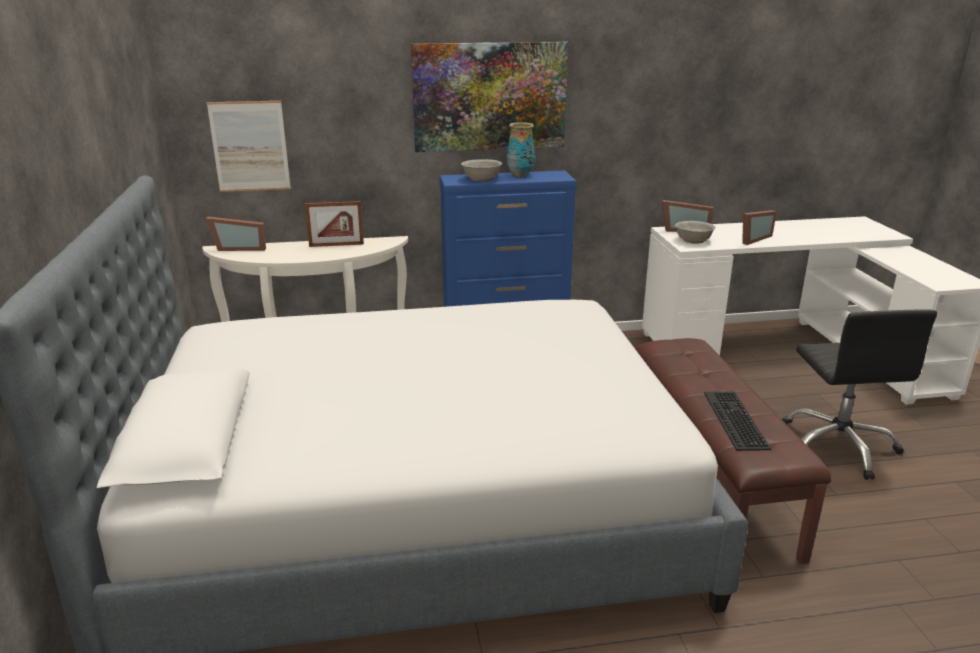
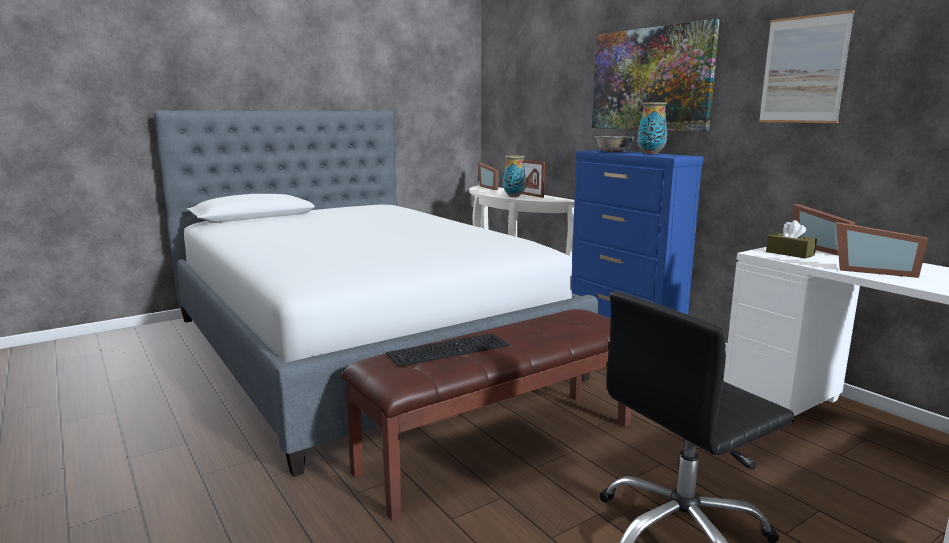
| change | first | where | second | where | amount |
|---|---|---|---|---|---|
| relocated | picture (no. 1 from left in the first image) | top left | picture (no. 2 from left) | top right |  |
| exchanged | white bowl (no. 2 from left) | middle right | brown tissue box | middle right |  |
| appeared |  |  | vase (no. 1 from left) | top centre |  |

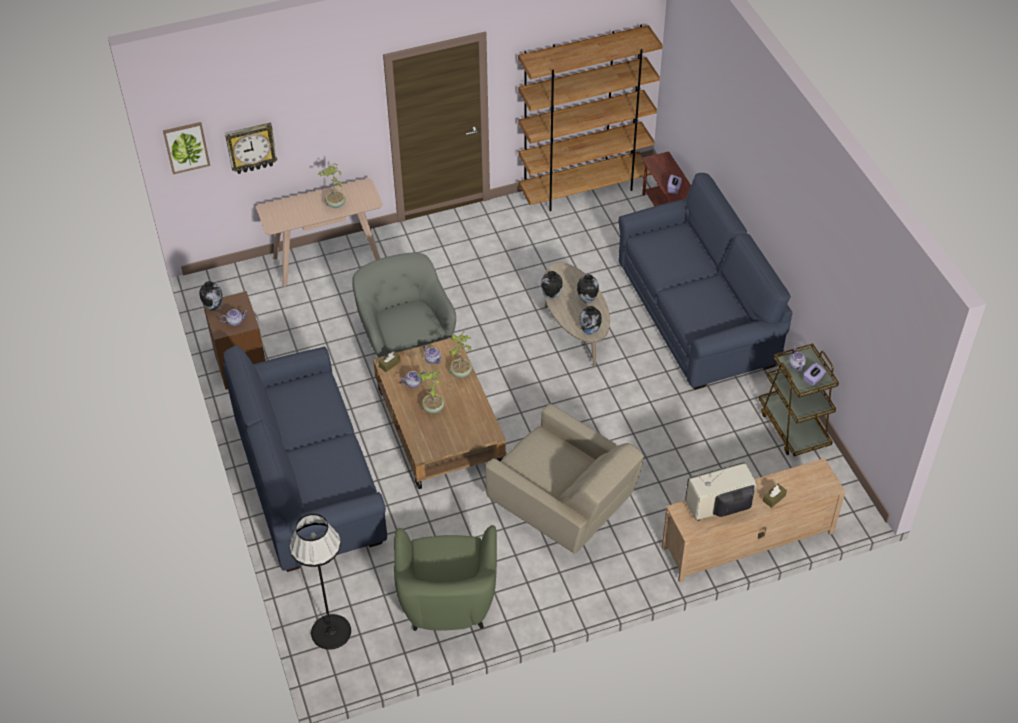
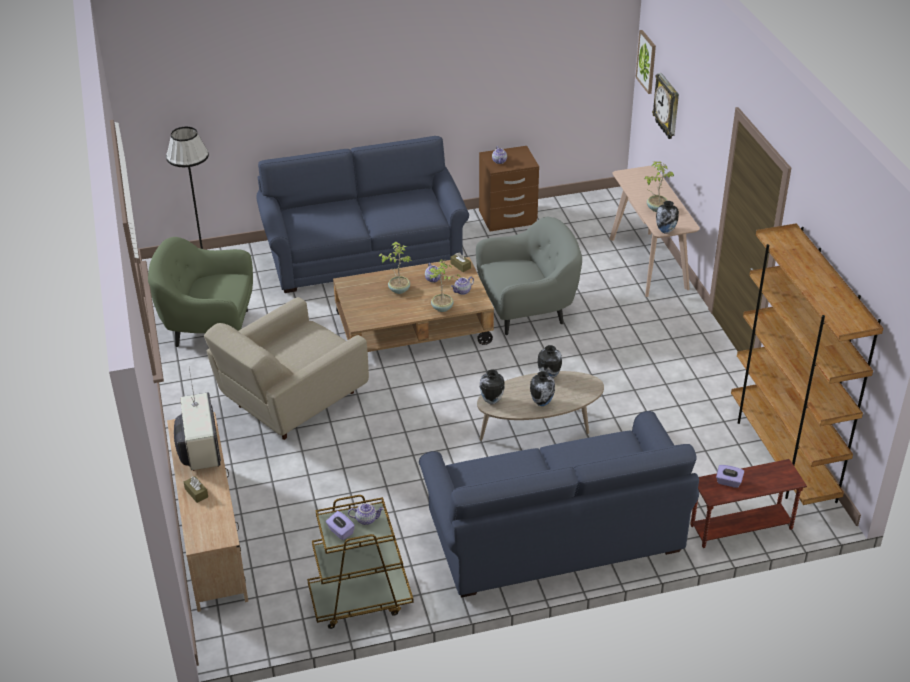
| change | first | where | second | where | amount |
|---|---|---|---|---|---|
| relocated | vase (no. 1 from left in the first image) | middle left | vase (no. 4 from left) | top right |  |

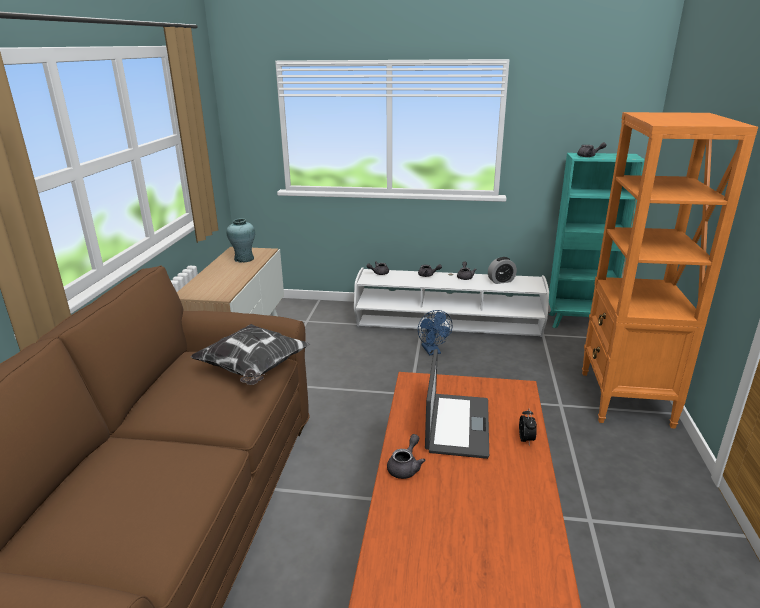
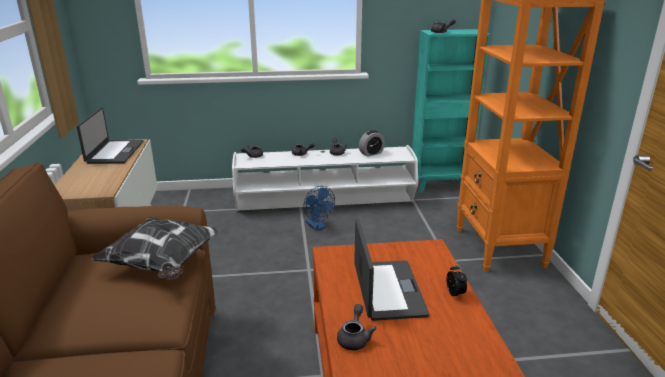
| change | first | where | second | where | amount |
|---|---|---|---|---|---|
| exchanged | turquoise vase | middle left | laptop (no. 1 from left) | middle left |  |

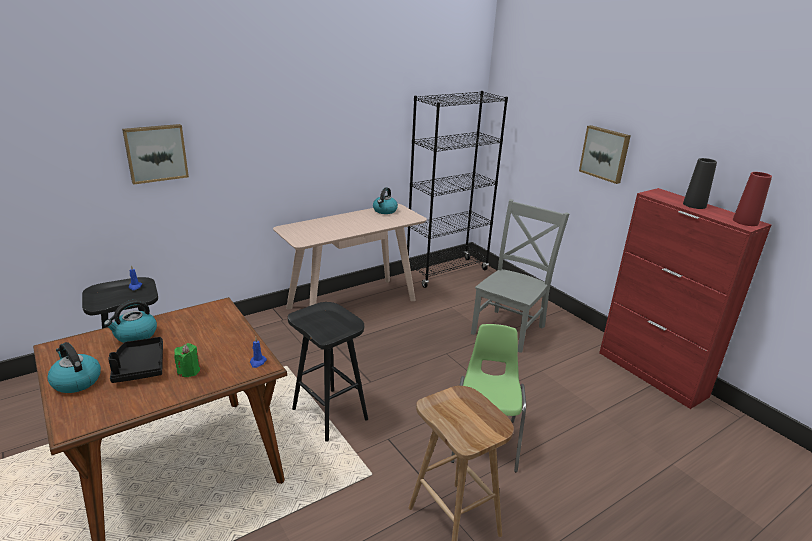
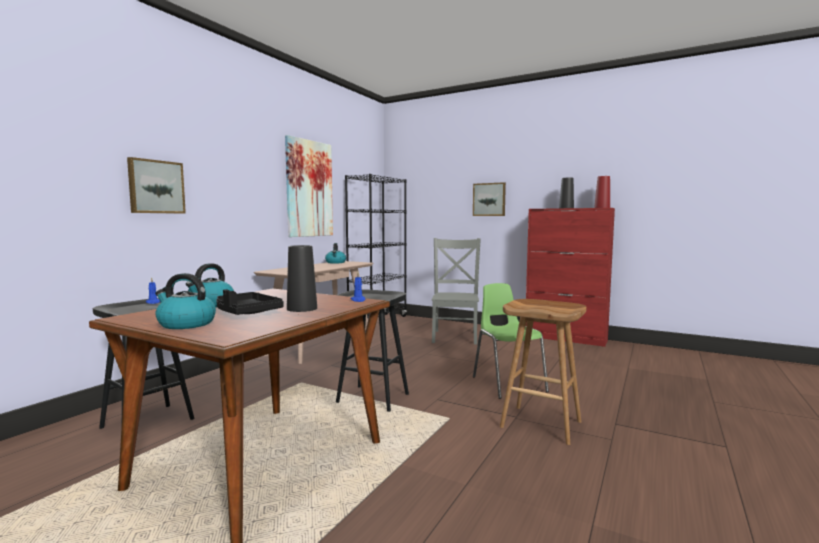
| change | first | where | second | where | amount |
|---|---|---|---|---|---|
| exchanged | green candle | middle left | black vase (no. 1 from left) | centre |  |
| appeared |  |  | picture (no. 2 from left) | centre |  |

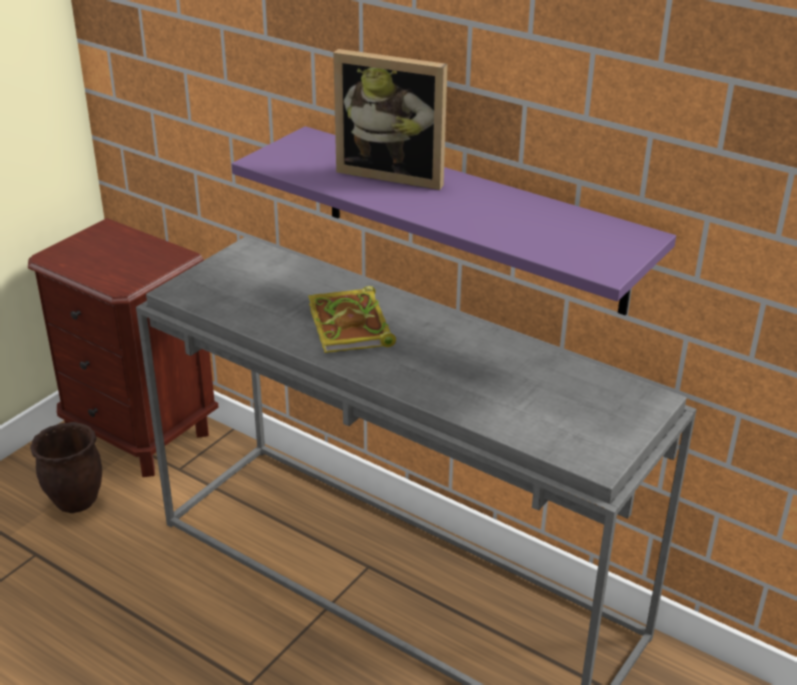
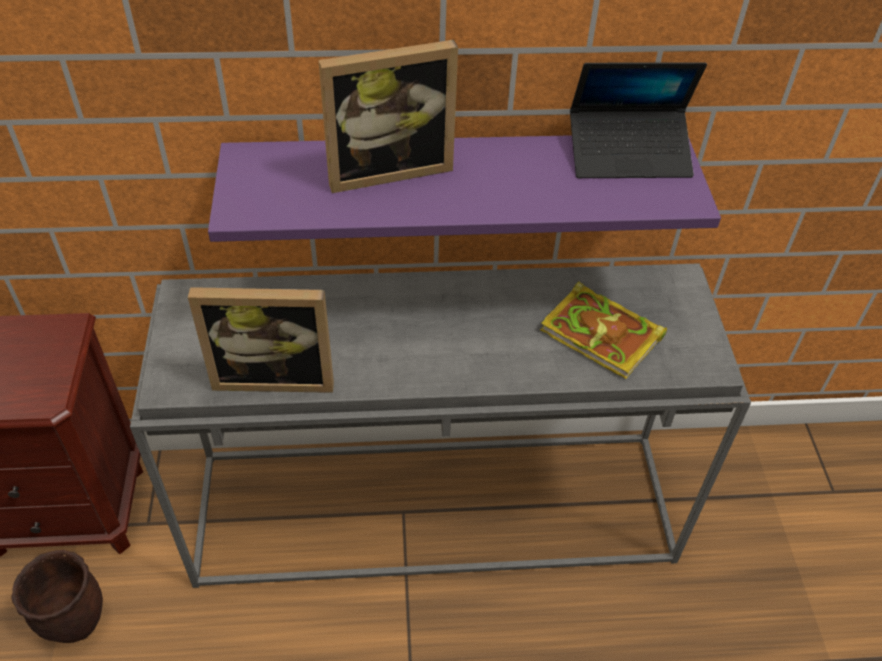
| change | first | where | second | where | amount |
|---|---|---|---|---|---|
| relocated | book | centre |  | middle right |  |
| appeared |  |  | picture frame (no. 1 from left) | middle left |  |
| appeared |  |  | laptop | top right |  |

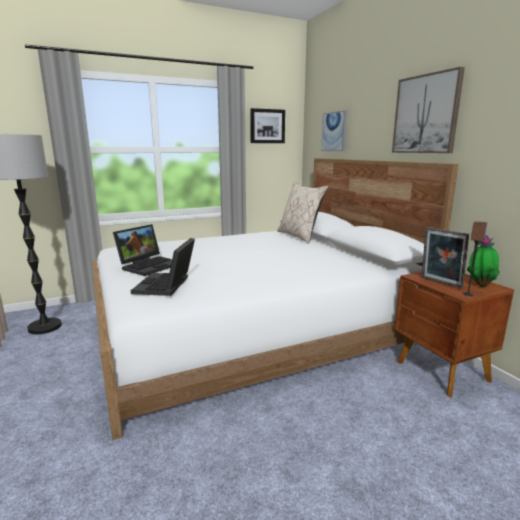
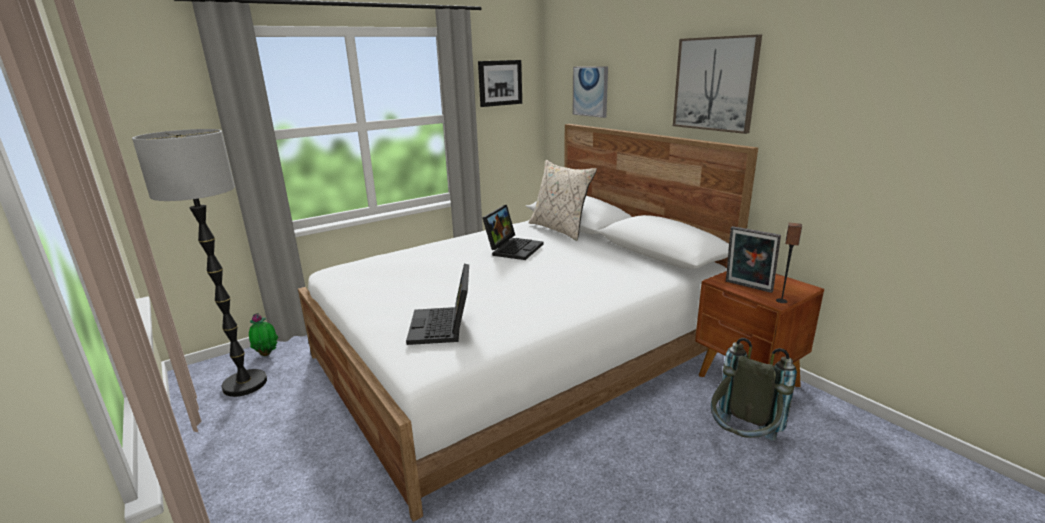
| change | first | where | second | where | amount |
|---|---|---|---|---|---|
| relocated | laptop (no. 1 from left in the first image) | middle left | laptop (no. 2 from left) | centre |  |
| relocated | potted plant | middle right |  | middle left |  |
| appeared |  |  | grey backpack | bottom right |  |

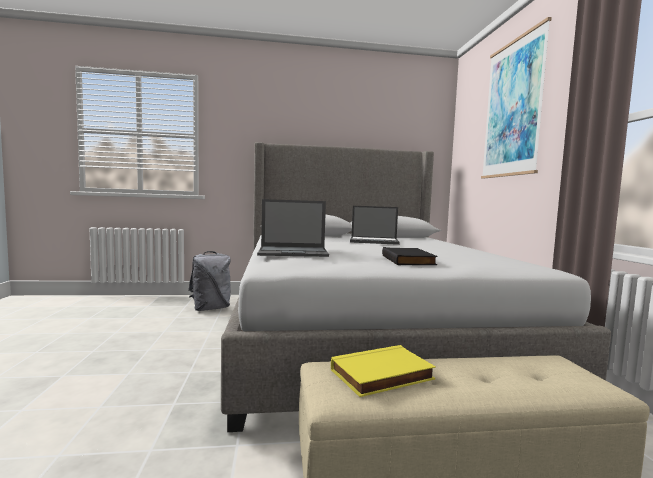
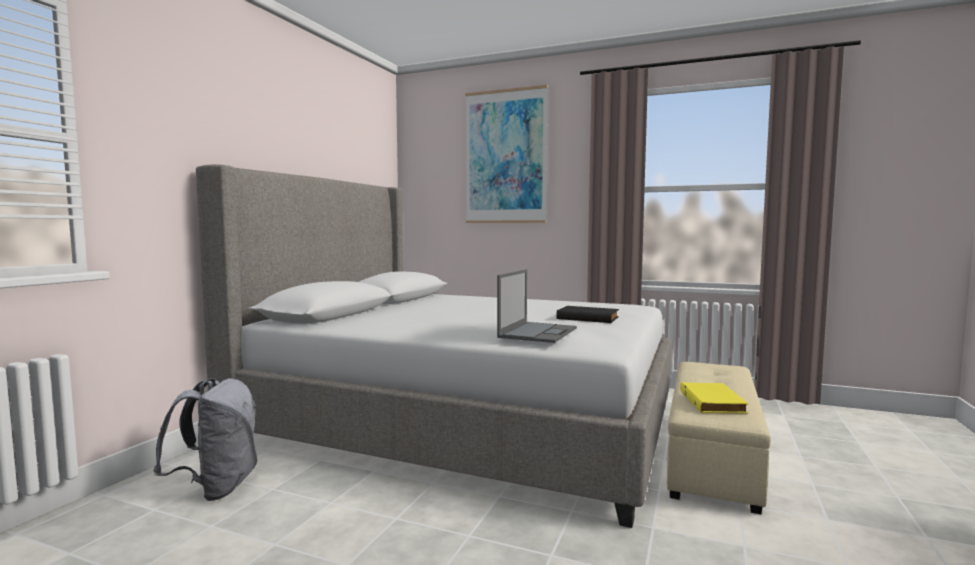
| change | first | where | second | where | amount |
|---|---|---|---|---|---|
| missing | laptop (no. 2 from left) | centre |  |  |  |

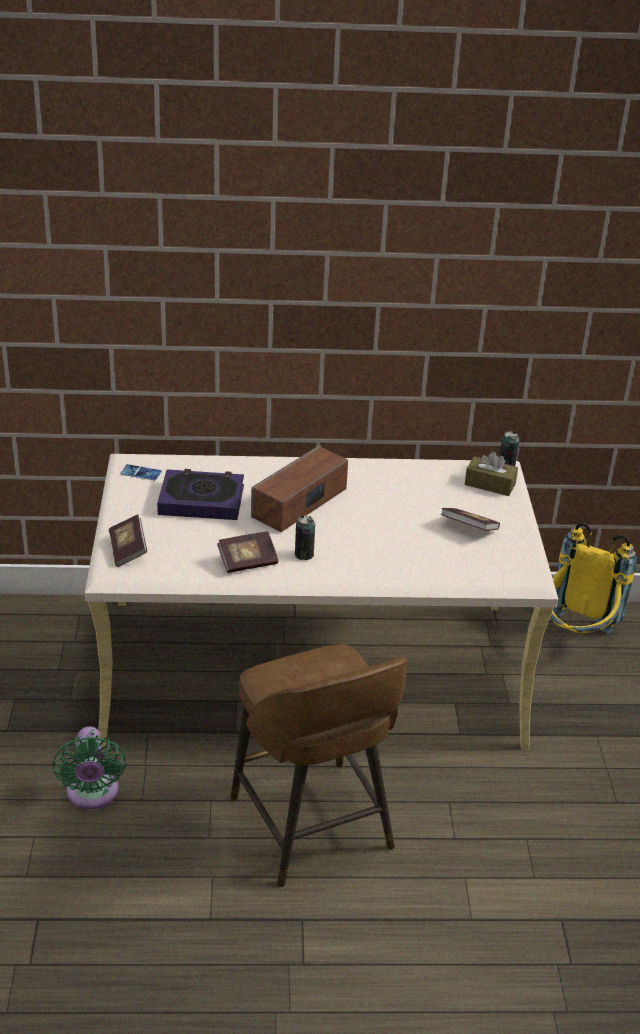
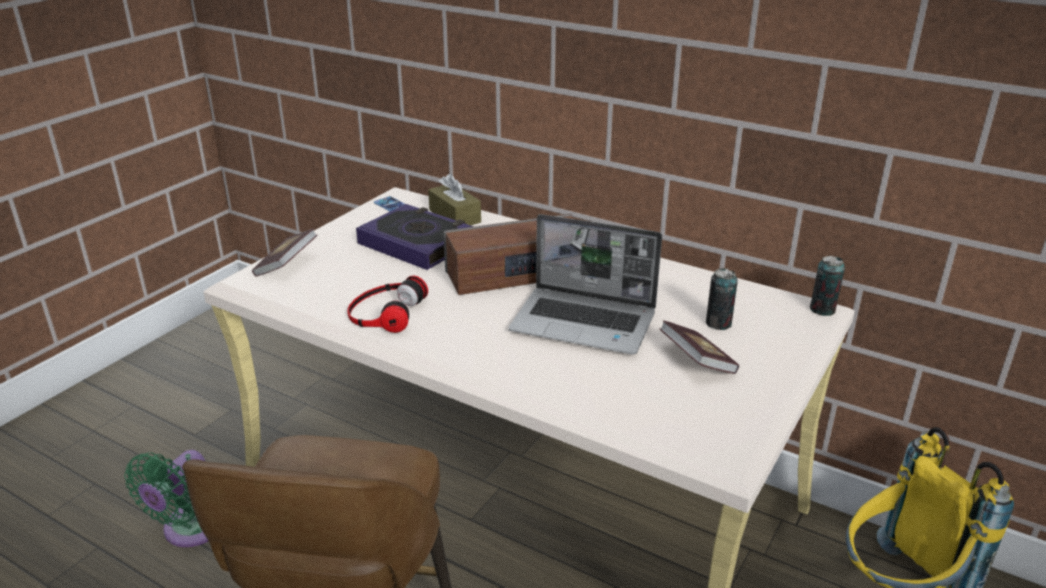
| change | first | where | second | where | amount |
|---|---|---|---|---|---|
| exchanged | book (no. 3 from left) | centre | headphones | centre |  |
| relocated | can (no. 1 from left) | centre |  | middle right |  |
| relocated | brown tissue box | middle right |  | centre |  |
| appeared |  |  | laptop | centre |  |

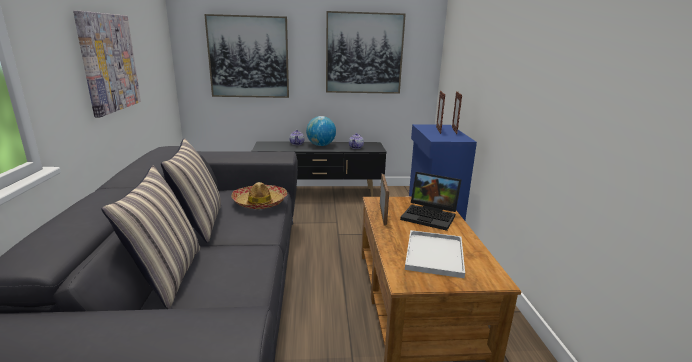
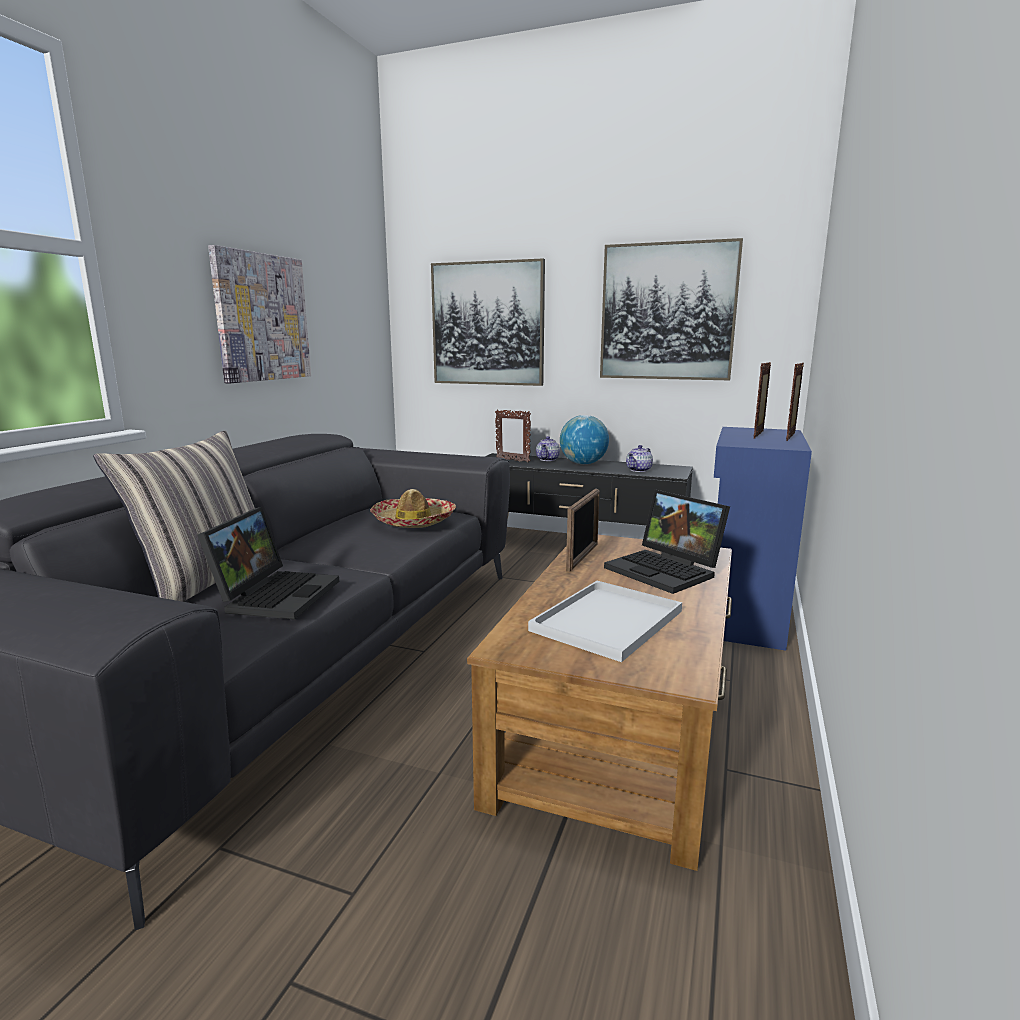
| change | first | where | second | where | amount |
|---|---|---|---|---|---|
| missing | pillow (no. 2 from left) | middle left |  |  |  |
| appeared |  |  | laptop (no. 1 from left) | middle left |  |
| appeared |  |  | picture frame (no. 1 from left) | centre |  |

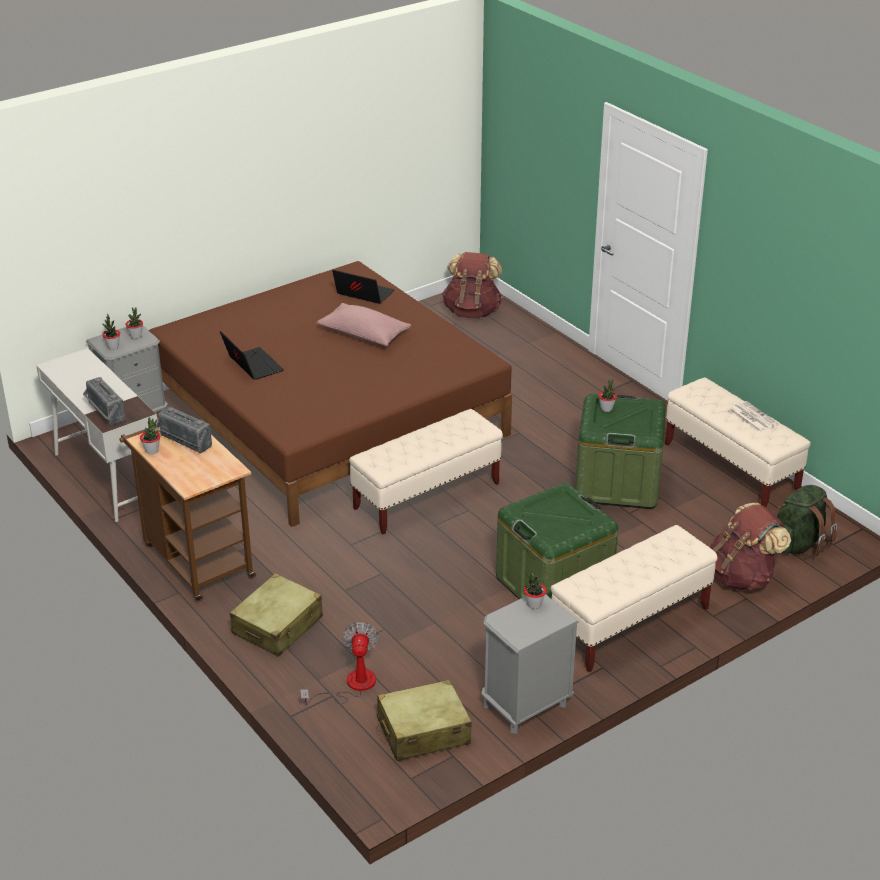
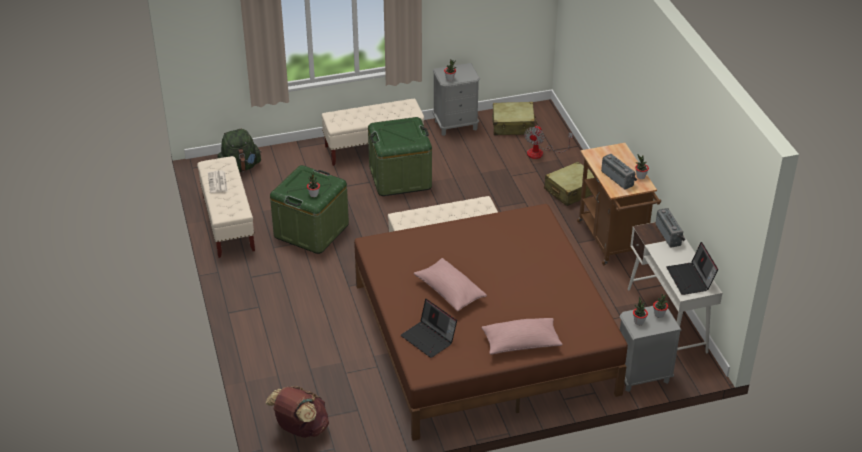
| change | first | where | second | where | amount |
|---|---|---|---|---|---|
| relocated | laptop (no. 1 from left in the first image) | middle left | laptop (no. 2 from left) | middle right |  |
| missing | brown backpack (no. 2 from left) | middle right |  |  |  |
| appeared |  |  | pink pillow (no. 2 from left) | bottom centre |  |

